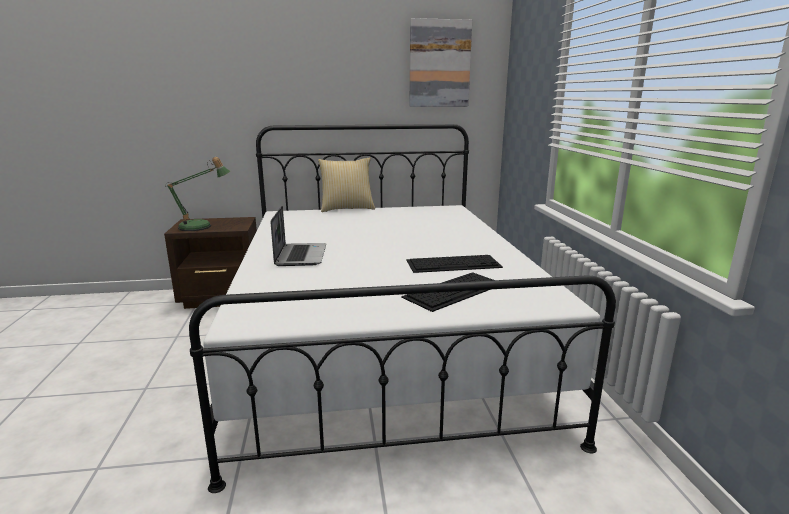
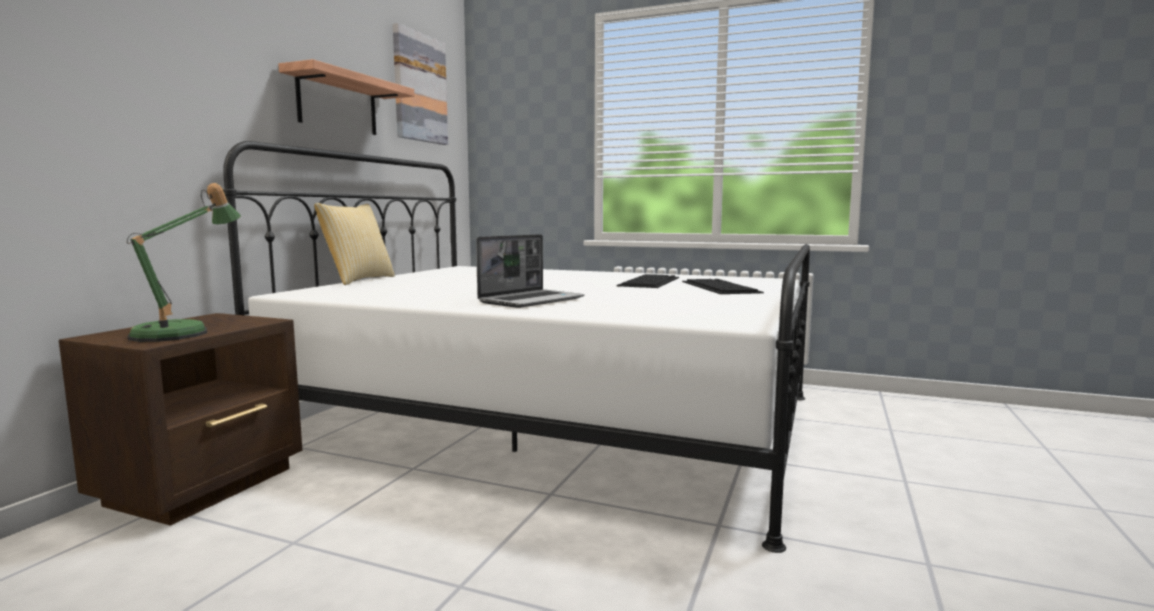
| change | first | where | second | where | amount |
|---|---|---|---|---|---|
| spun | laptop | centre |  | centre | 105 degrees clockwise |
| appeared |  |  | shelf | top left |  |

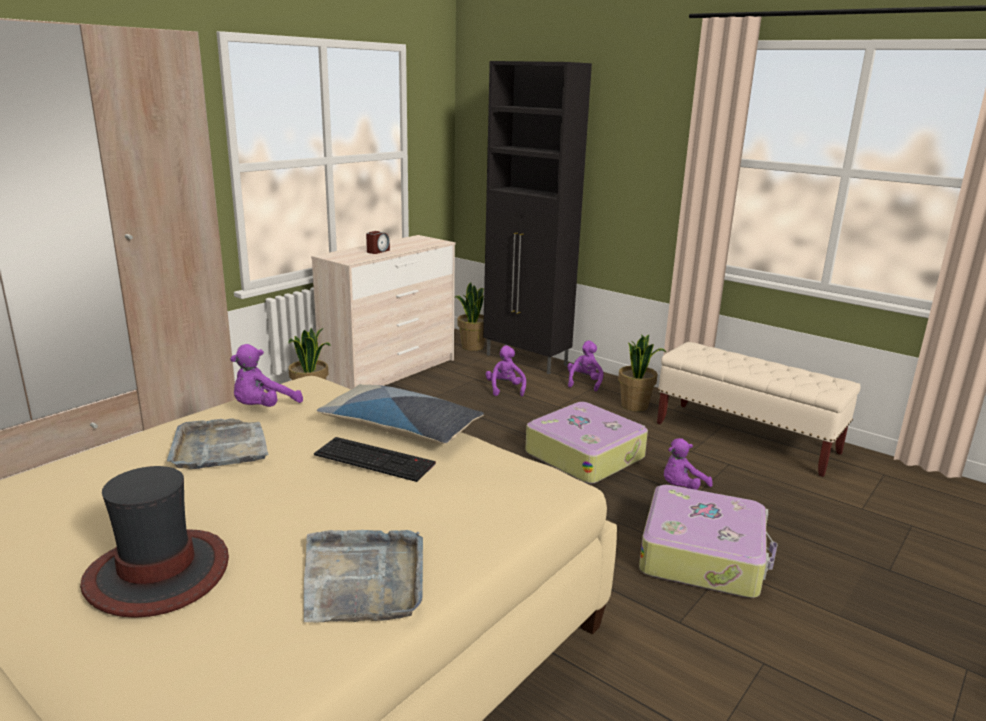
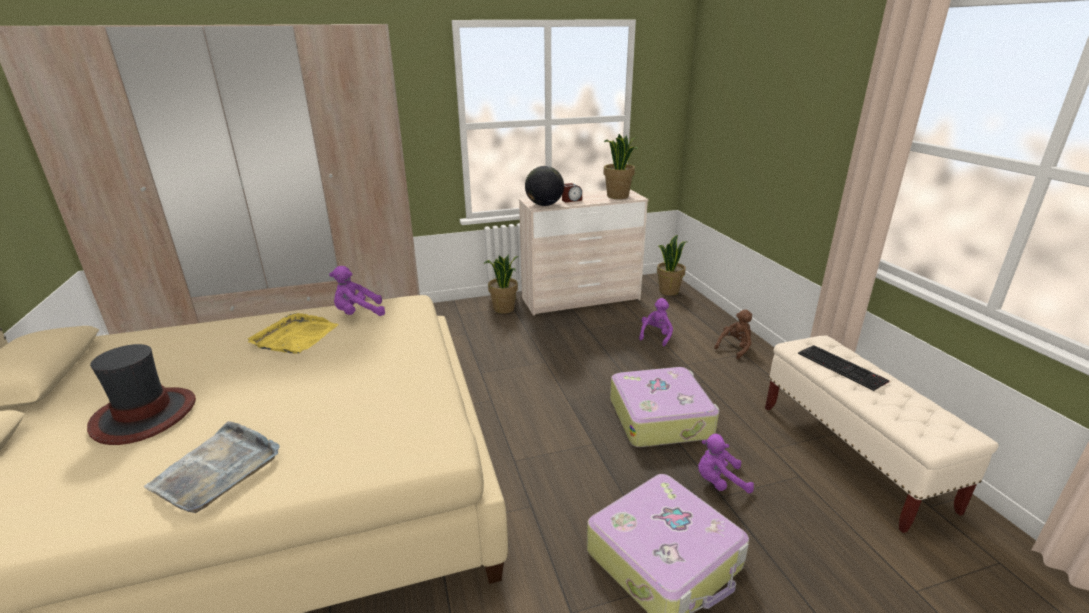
| change | first | where | second | where | amount |
|---|---|---|---|---|---|
| colour | grey tray (no. 1 from left) | middle left | yellow tray | middle left |  |
| relocated | keyboard | centre |  | middle right |  |
| missing | pillow | centre |  |  |  |
| missing | black cabinet | top centre |  |  |  |
| colour | purple plush toy (no. 3 from left) | centre | brown plush toy | middle right |  |
| relocated | potted plant (no. 3 from left in the first image) | centre | potted plant (no. 2 from left) | top centre |  |
| appeared |  |  | globe | top centre |  |

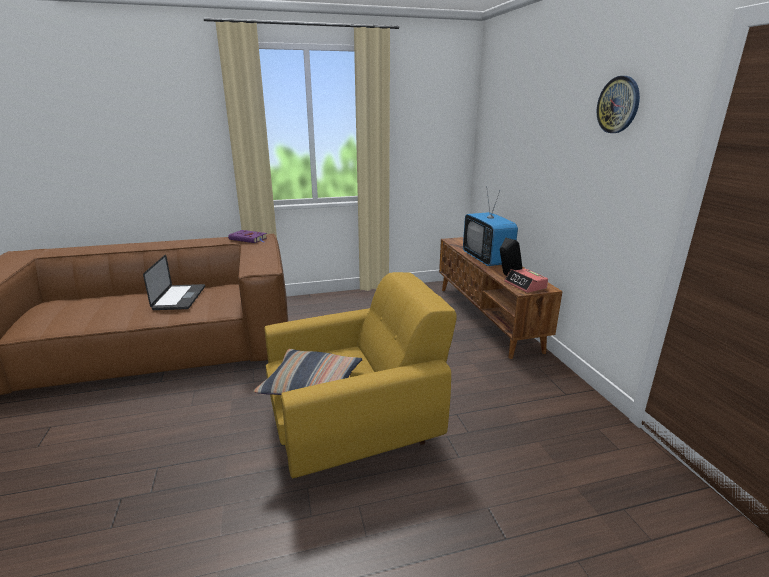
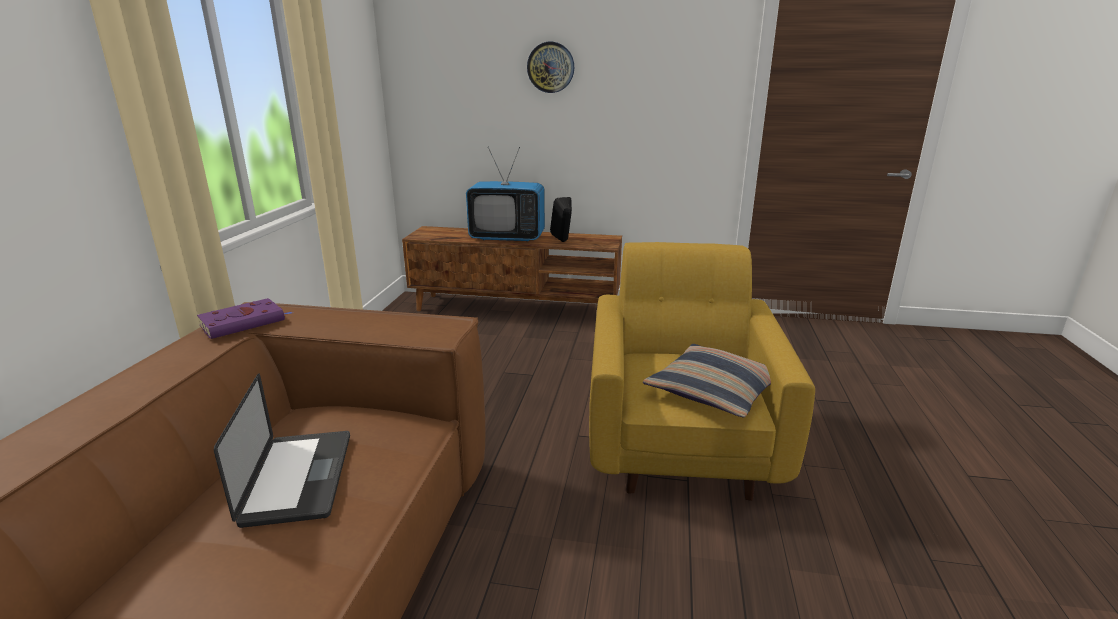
| change | first | where | second | where | amount |
|---|---|---|---|---|---|
| spun | laptop | middle left |  | bottom left | 60 degrees clockwise |
| missing | alarm clock | middle right |  |  |  |
| relocated | wall clock | top right |  | top centre |  |

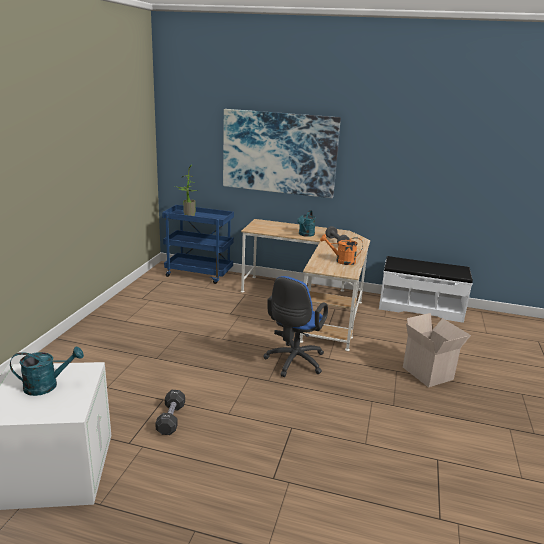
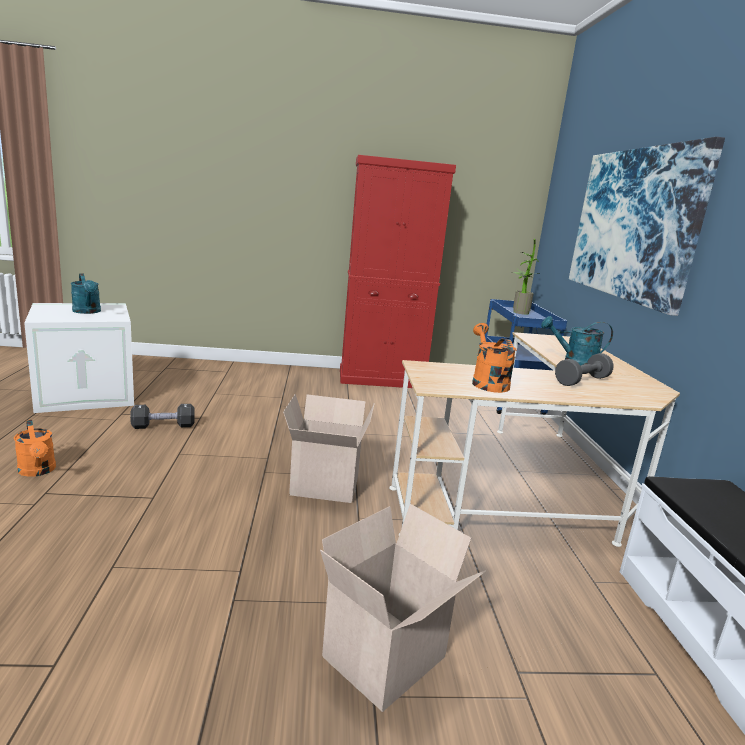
| change | first | where | second | where | amount |
|---|---|---|---|---|---|
| exchanged | blue office chair | centre | cardboard box (no. 1 from left) | centre |  |
| appeared |  |  | orange watering can (no. 1 from left) | middle left |  |
| appeared |  |  | red cabinet | centre |  |

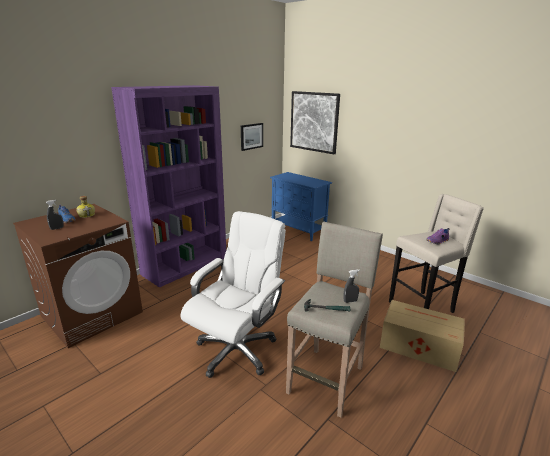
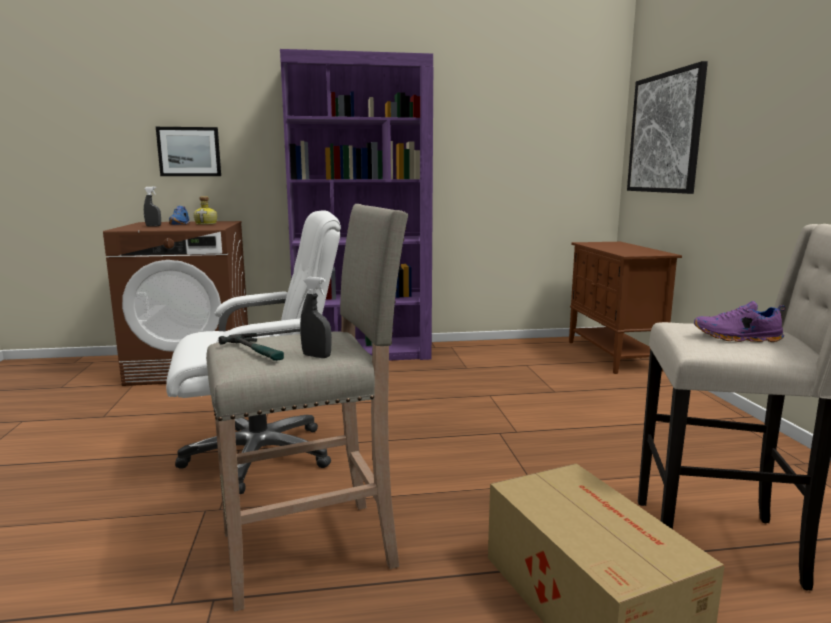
| change | first | where | second | where | amount |
|---|---|---|---|---|---|
| relocated | picture (no. 1 from left) | top centre |  | top left |  |
| colour | blue cabinet | centre | brown cabinet | middle right |  |

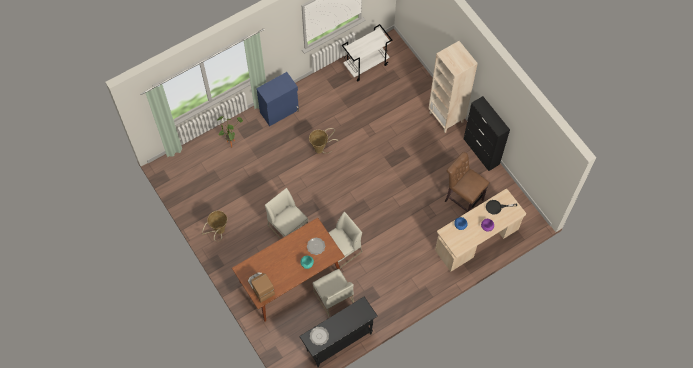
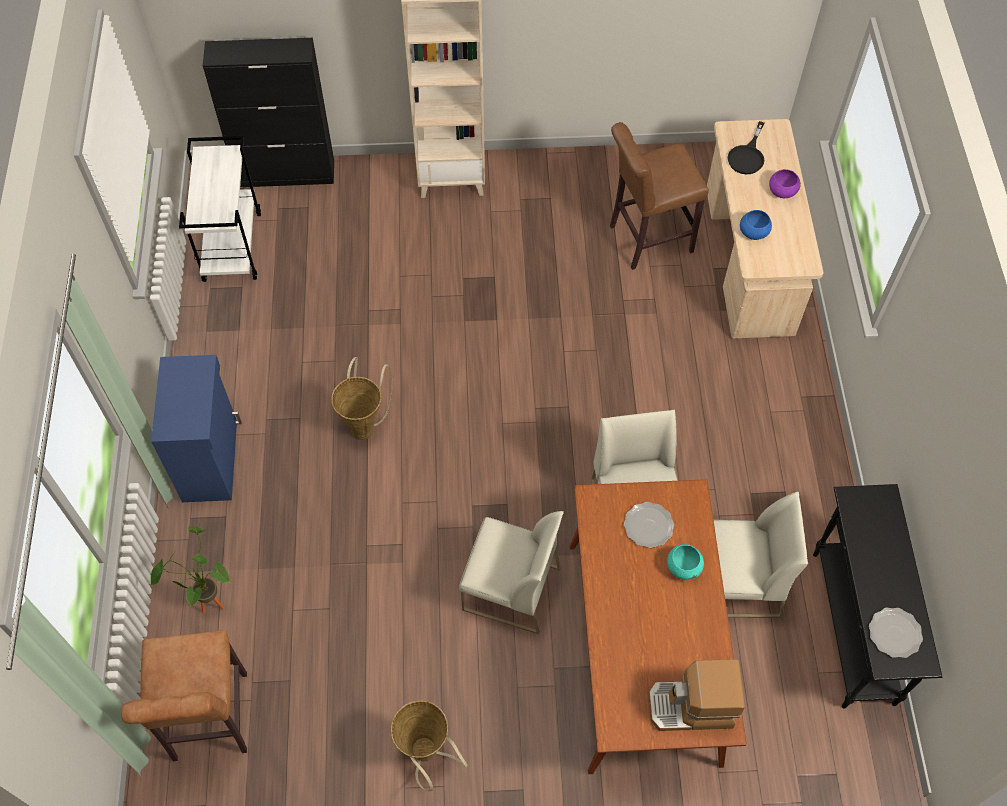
| change | first | where | second | where | amount |
|---|---|---|---|---|---|
| spun | white chair (no. 1 from left) | centre |  | bottom centre | 150 degrees counterclockwise |
| relocated | black cabinet | middle right |  | top left |  |
| appeared |  |  | brown stool (no. 1 from left) | bottom left |  |

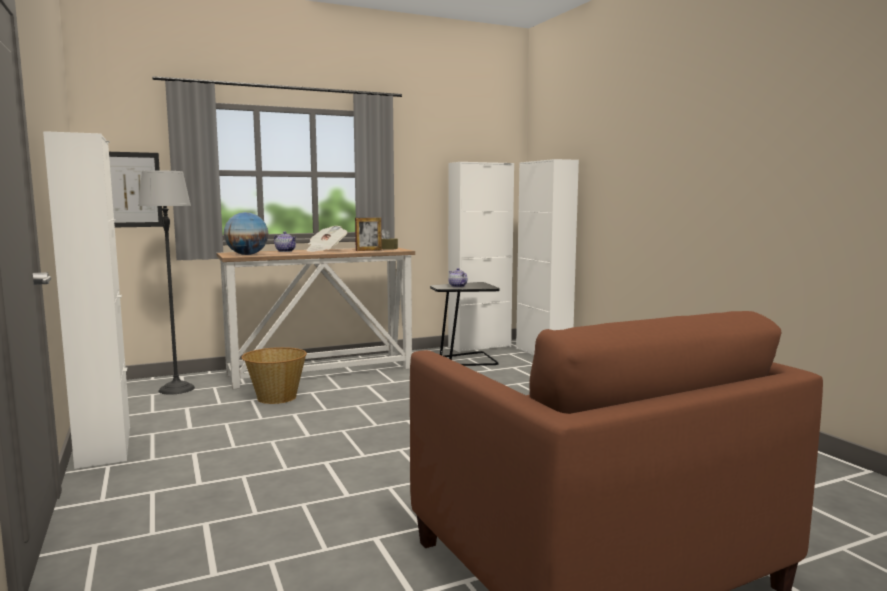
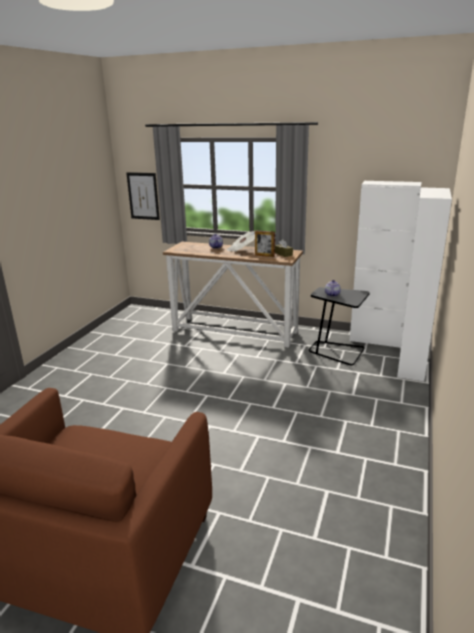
| change | first | where | second | where | amount |
|---|---|---|---|---|---|
| missing | white cabinet (no. 1 from left) | middle left |  |  |  |
| missing | floor lamp | middle left |  |  |  |
| missing | globe | middle left |  |  |  |
| missing | basket | middle left |  |  |  |

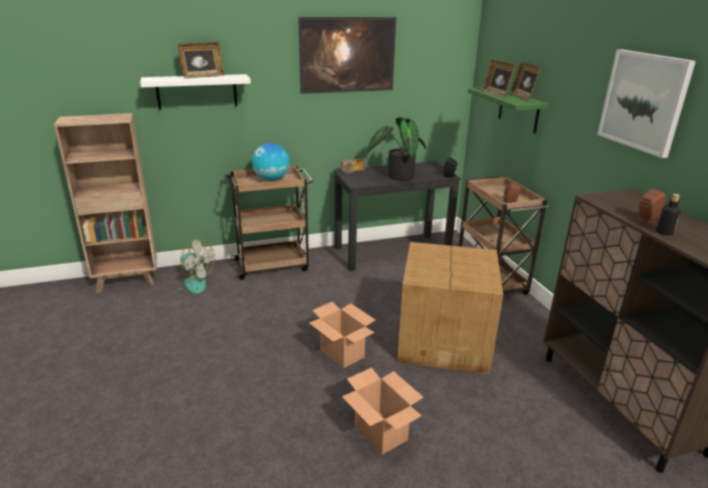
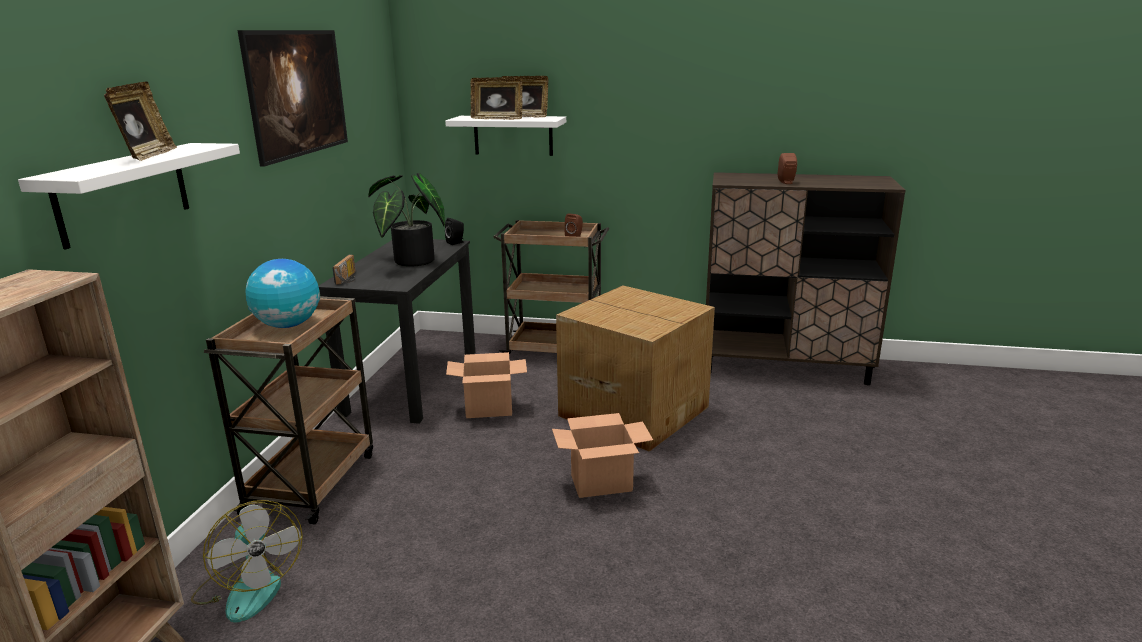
| change | first | where | second | where | amount |
|---|---|---|---|---|---|
| spun | fan | middle left |  | bottom left | 90 degrees clockwise |
| relocated | cardboard box (no. 2 from left in the first image) | bottom centre | cardboard box (no. 1 from left) | centre |  |
| colour | green shelf | top right | white shelf (no. 2 from left) | top centre |  |
| missing | picture (no. 2 from left) | top right |  |  |  |
| missing | bottle | middle right |  |  |  |

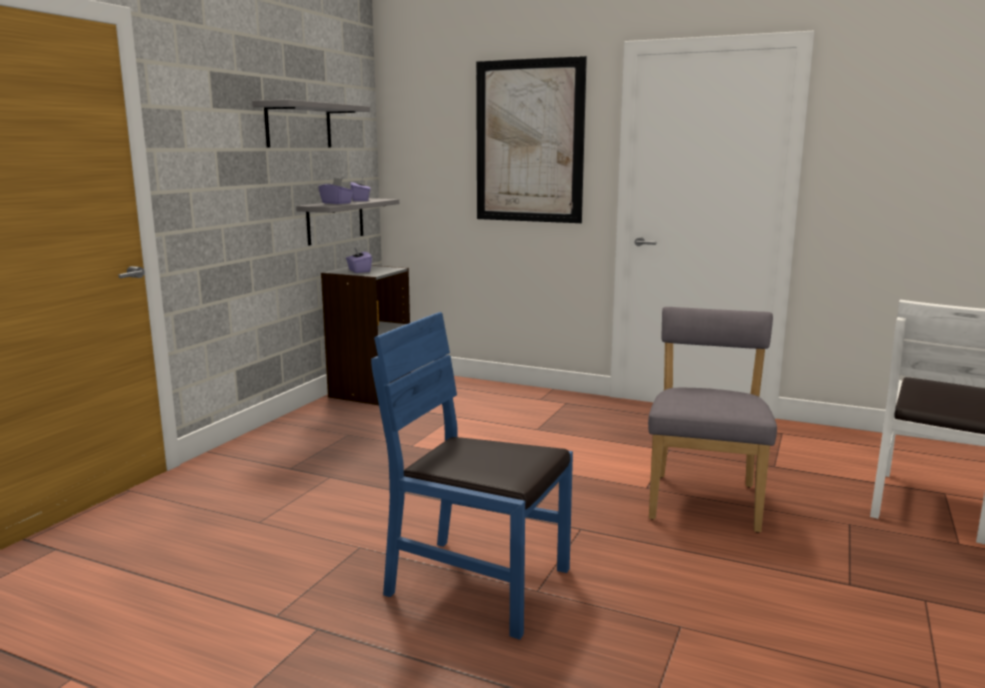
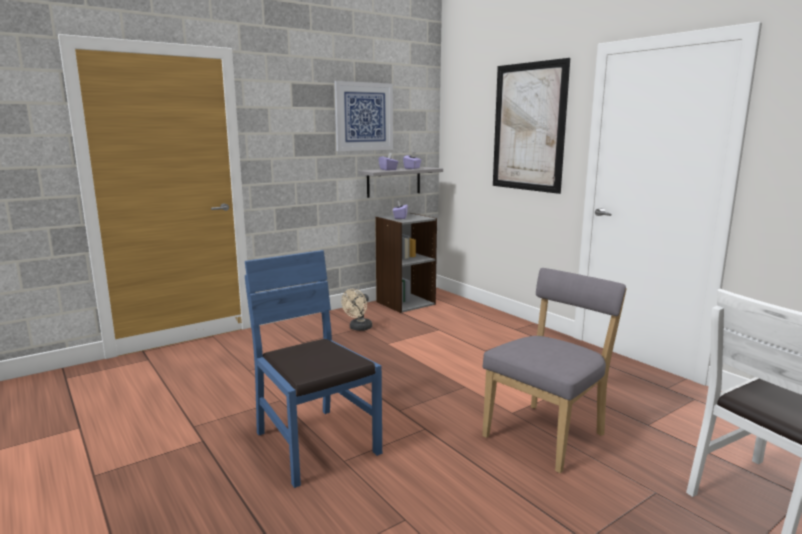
| change | first | where | second | where | amount |
|---|---|---|---|---|---|
| exchanged | grey shelf (no. 1 from left) | top left | picture (no. 1 from left) | top centre |  |
| appeared |  |  | beige fan | centre |  |

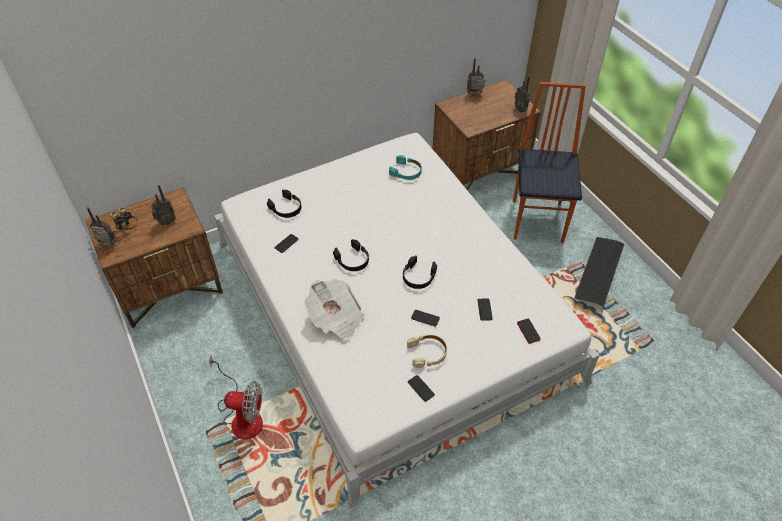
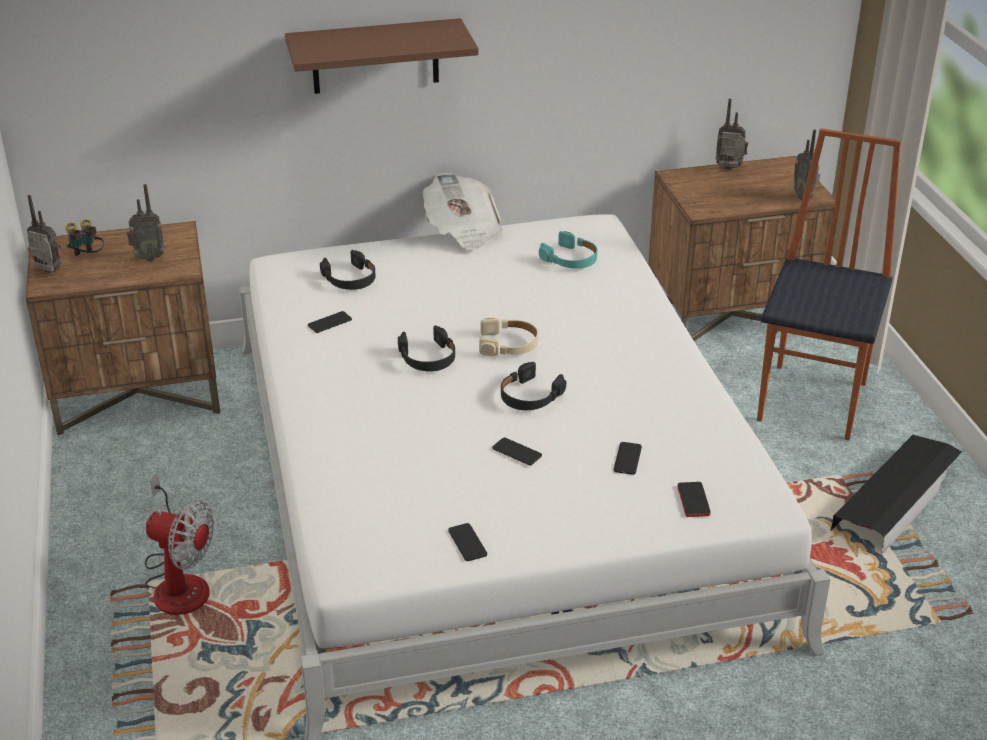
| change | first | where | second | where | amount |
|---|---|---|---|---|---|
| relocated | newspaper | centre |  | top centre |  |
| relocated | beige headphones | bottom centre |  | centre |  |
| appeared |  |  | brown shelf | top centre |  |

